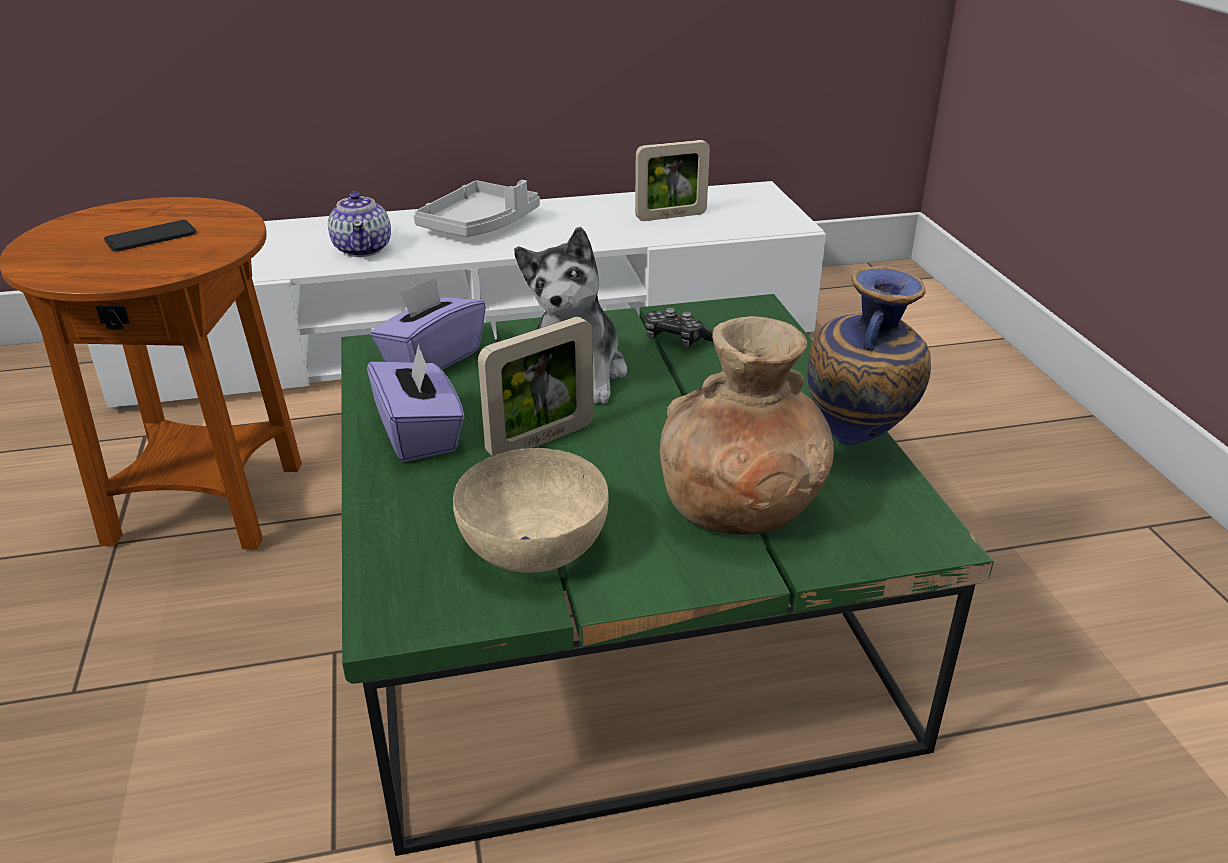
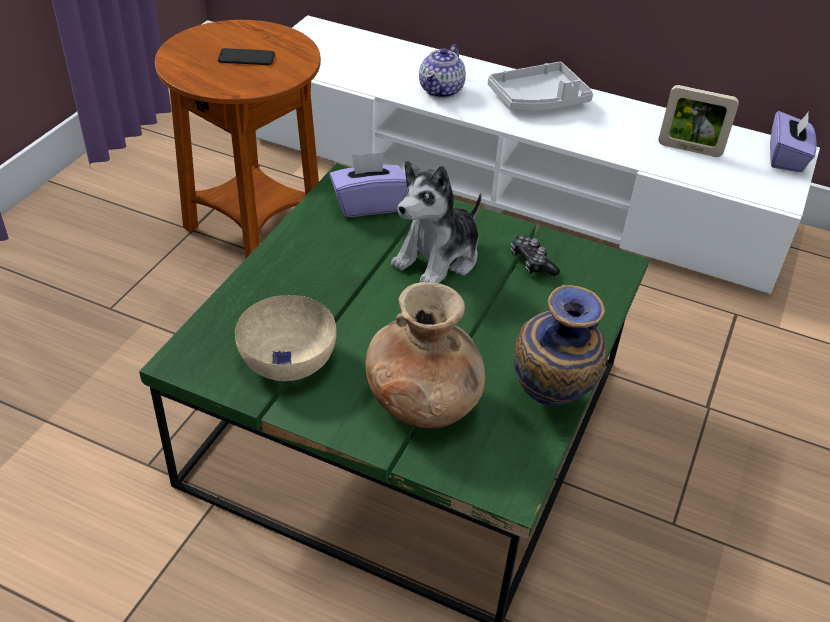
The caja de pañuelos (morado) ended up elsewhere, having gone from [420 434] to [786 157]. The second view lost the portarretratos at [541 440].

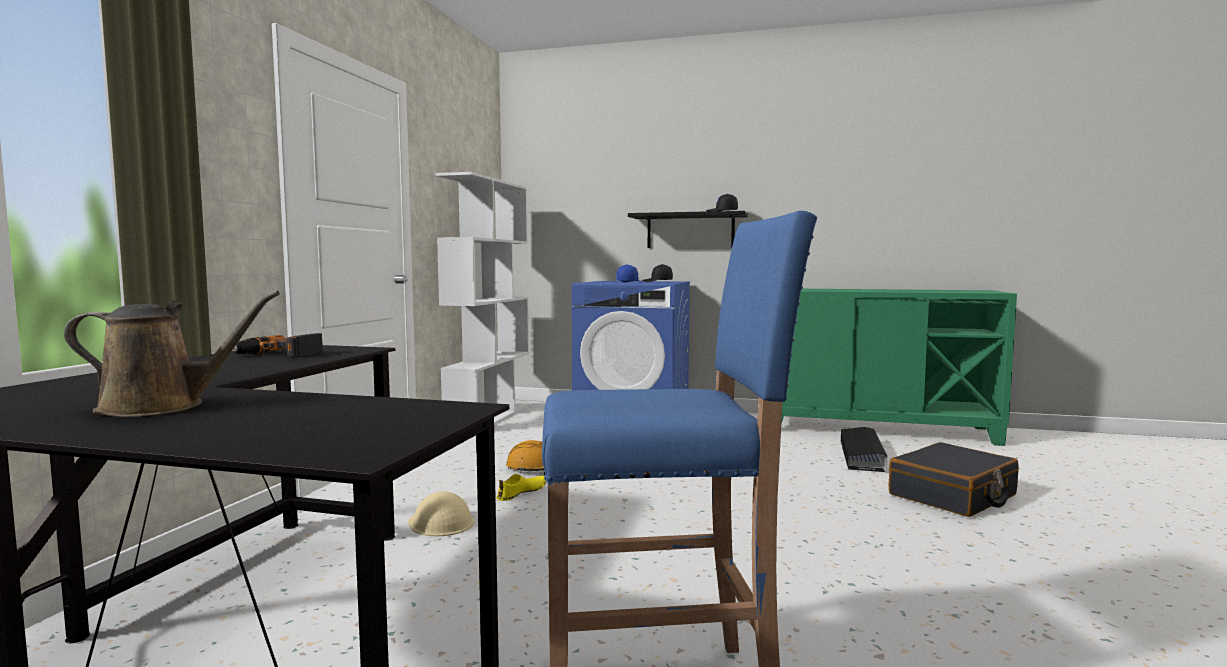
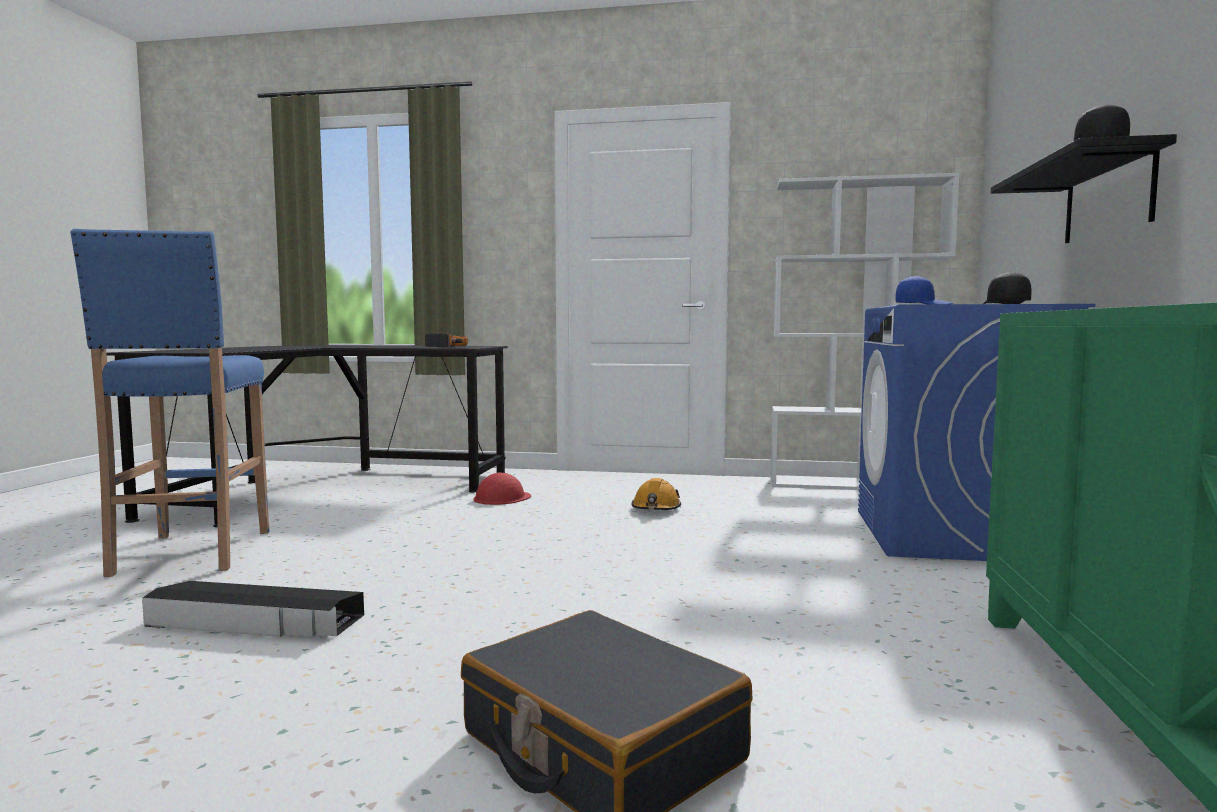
The caja de almacenaje (negro) ended up elsewhere, having gone from [862 455] to [256 622]. What was the casco (beis) at [441 522] turned into the casco (rojo) at [502 498]. The second view lost the regadera (marrón) at [161 407]. The second view lost the zapato (amarillo) at [522 492].

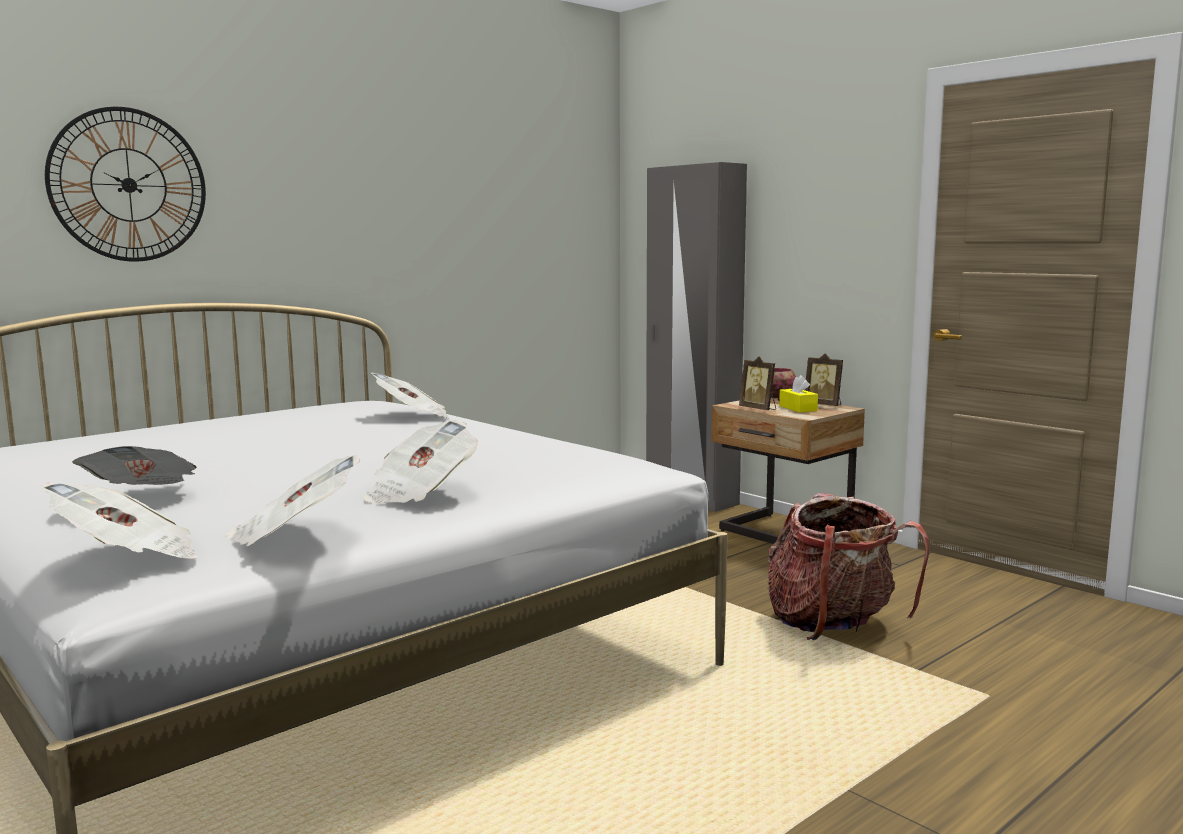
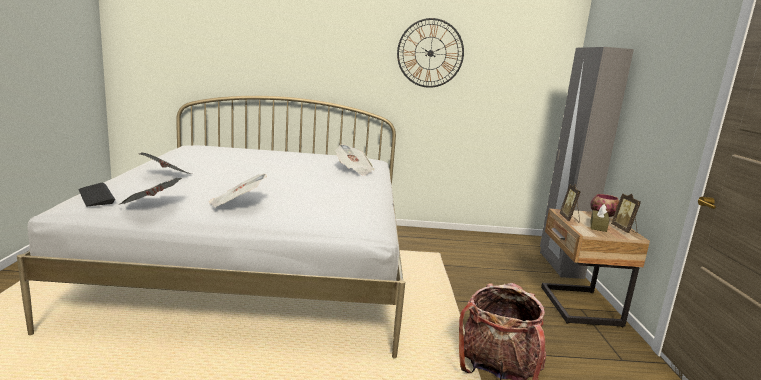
Where the periódico stood at [129 557], the teclado came to stand at [96 196]. The reloj de pared ended up elsewhere, having gone from [129 185] to [430 53]. What was the caja de pañuelos (amarillo) at [798 408] turned into the caja de pañuelos (marrón) at [598 226].

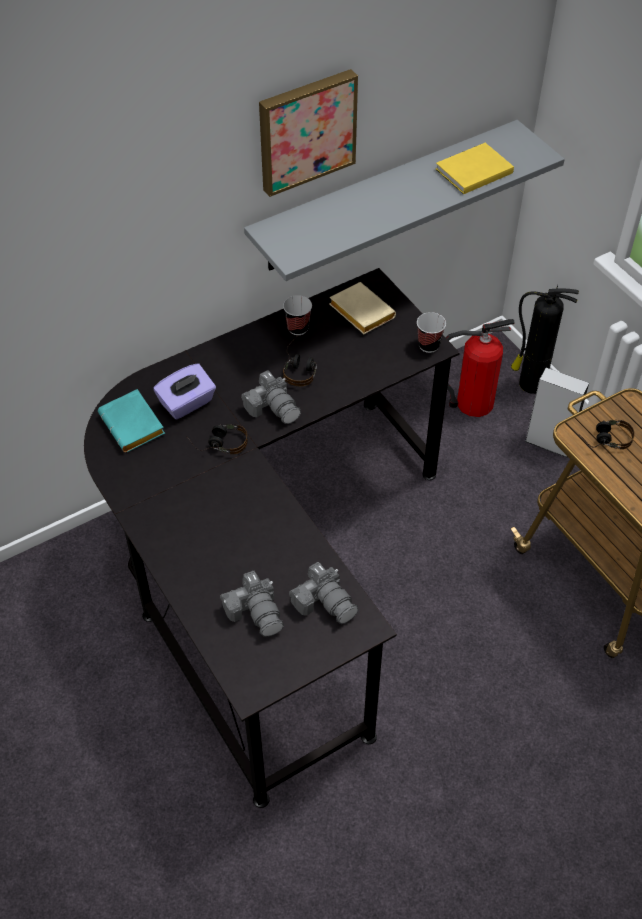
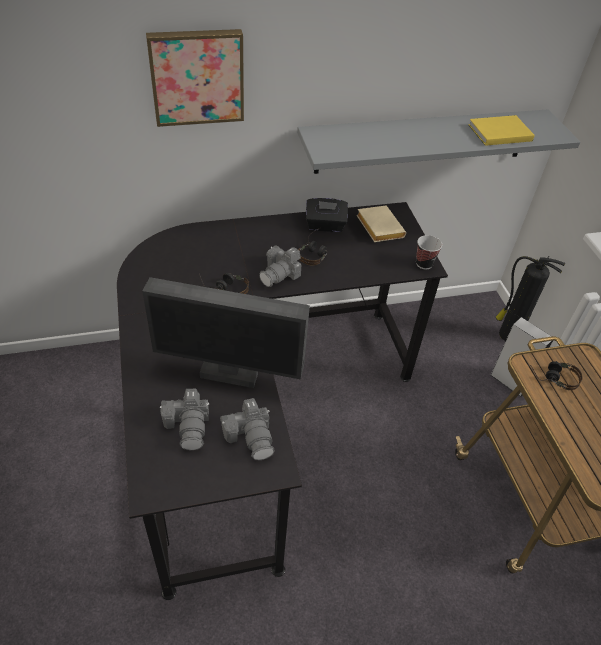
The second view gained the monitor at [229 374]. The cuadro ended up elsewhere, having gone from [306 130] to [197 76]. The cámara at [273 407] ended up facing another way, 60 degrees clockwise from before. Where the taza stood at [298 328], the caja de pañuelos (negro) came to stand at [325 225]. The second view lost the libro (turquesa) at [134 426]. The second view lost the caja de pañuelos (morado) at [187 403]. The second view lost the extintor at [471 403].

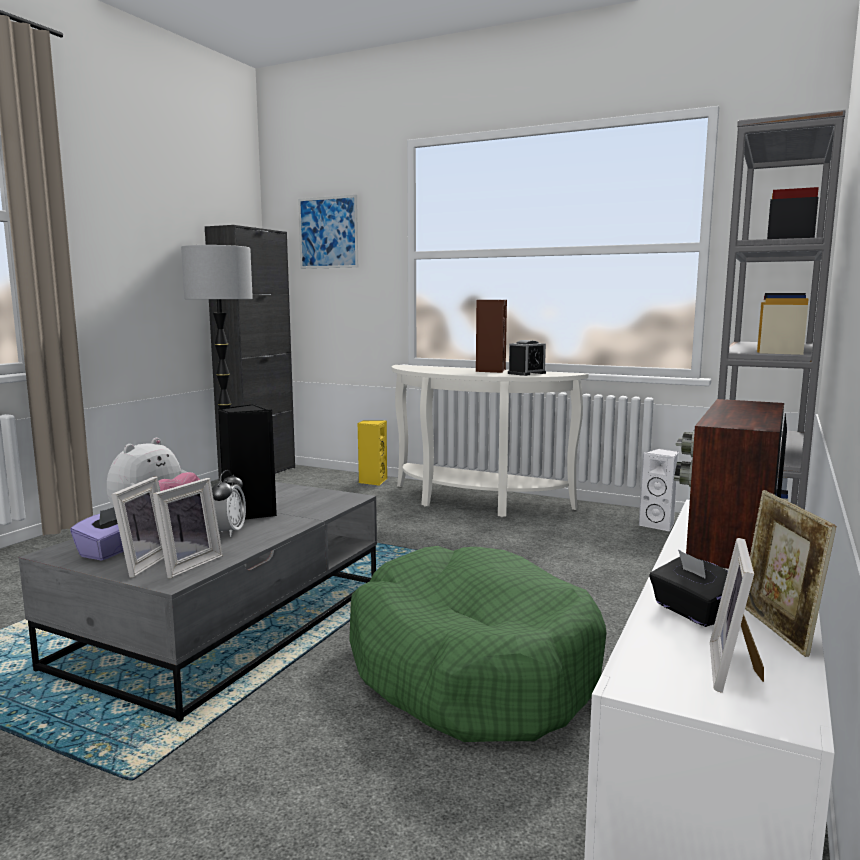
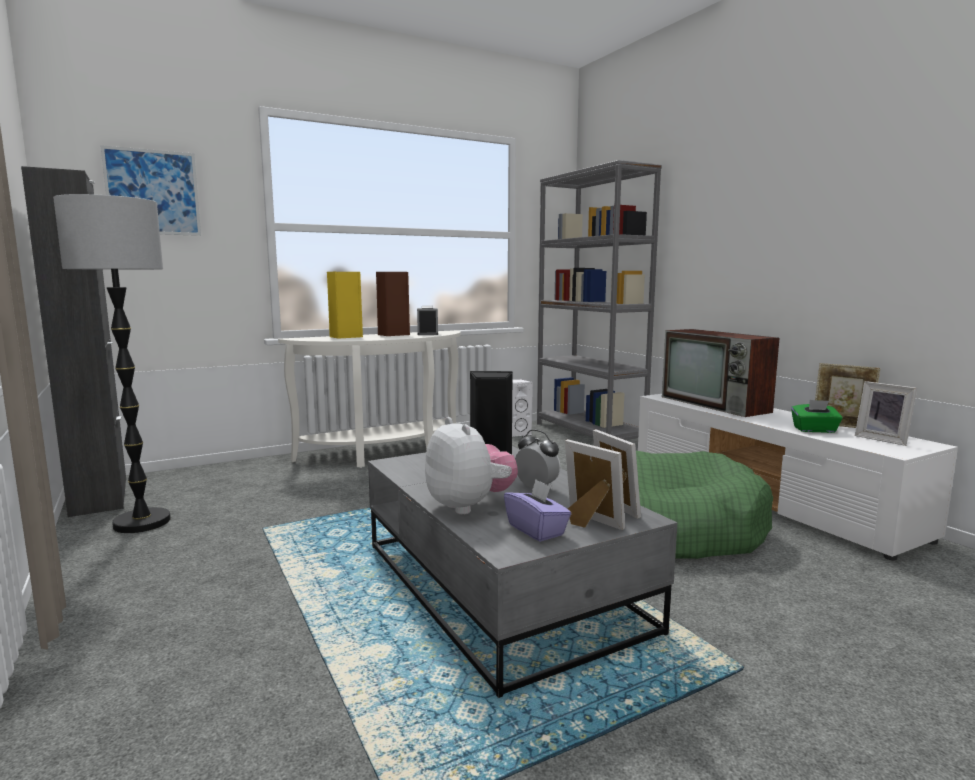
The altavoz (amarillo) ended up elsewhere, having gone from [372 481] to [345 337]. What was the caja de pañuelos (negro) at [692 612] turned into the caja de pañuelos (verde) at [814 430].

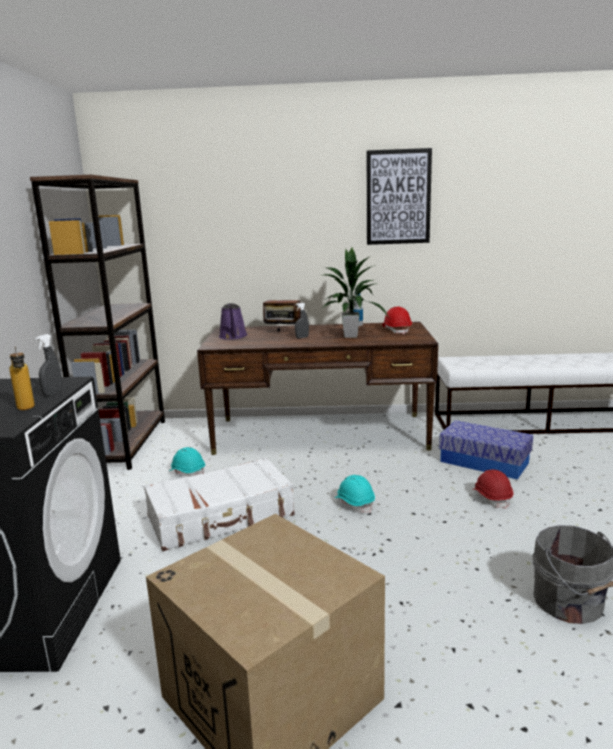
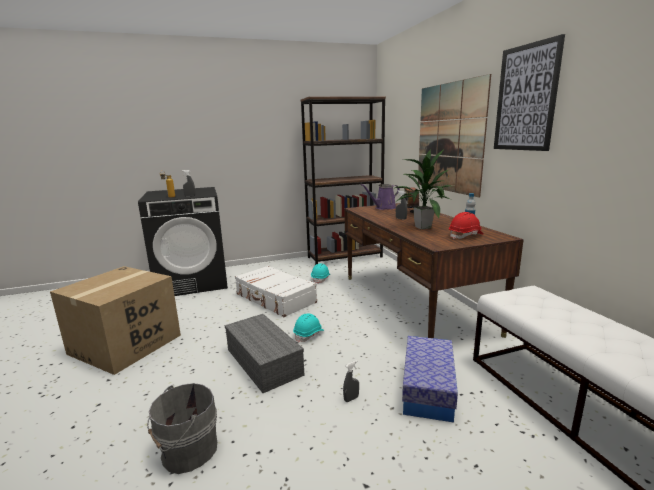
The second view gained the caja de almacenaje (gris) at [265 362]. Where the casco (rojo) stood at [492 498], the pulverizador (gris) came to stand at [351 399]. The second view gained the cuadro at [449 138].

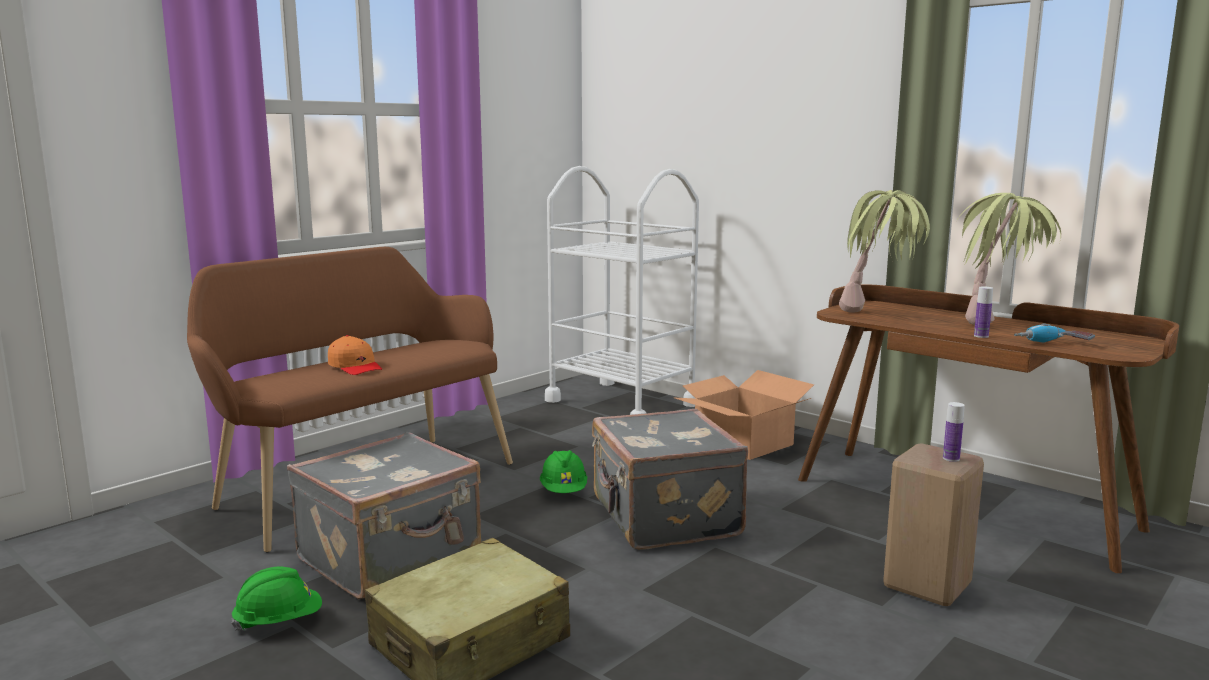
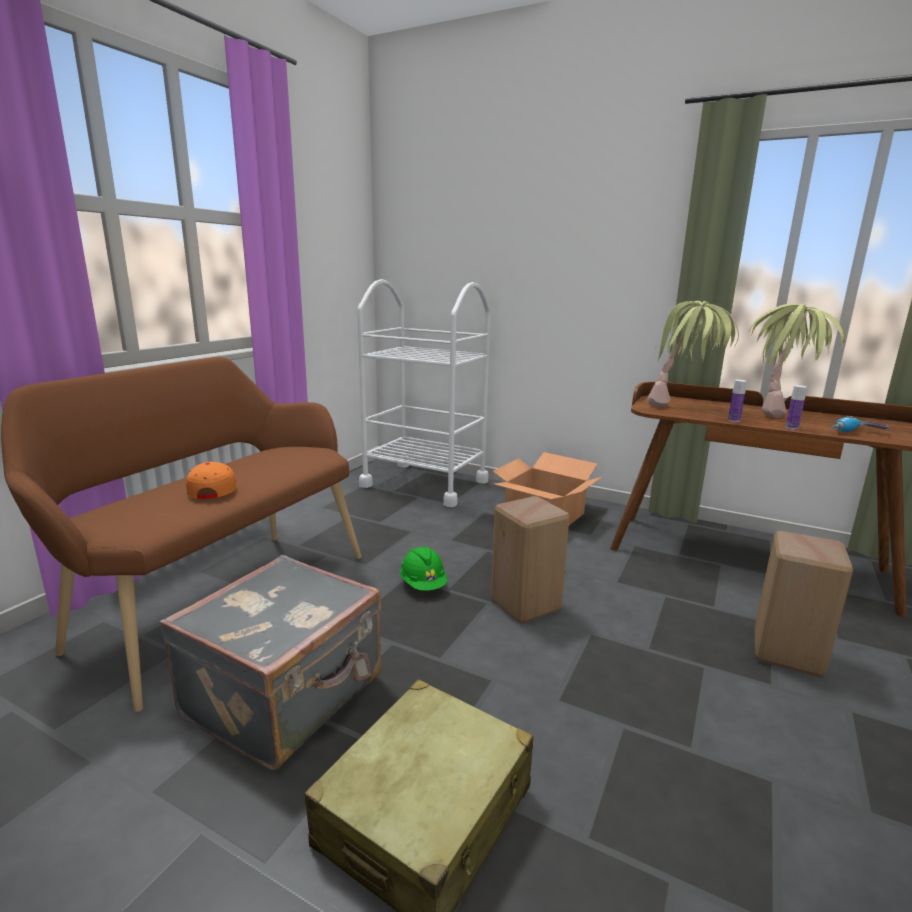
The gorra (naranja) at [355 367] ended up facing another way, 135 degrees counterclockwise from before. Where the maleta (gris) stood at [663 518], the taburete (beis) came to stand at [527 605]. The botella ended up elsewhere, having gone from [951 458] to [733 420]. The second view lost the casco (verde) at [279 622].

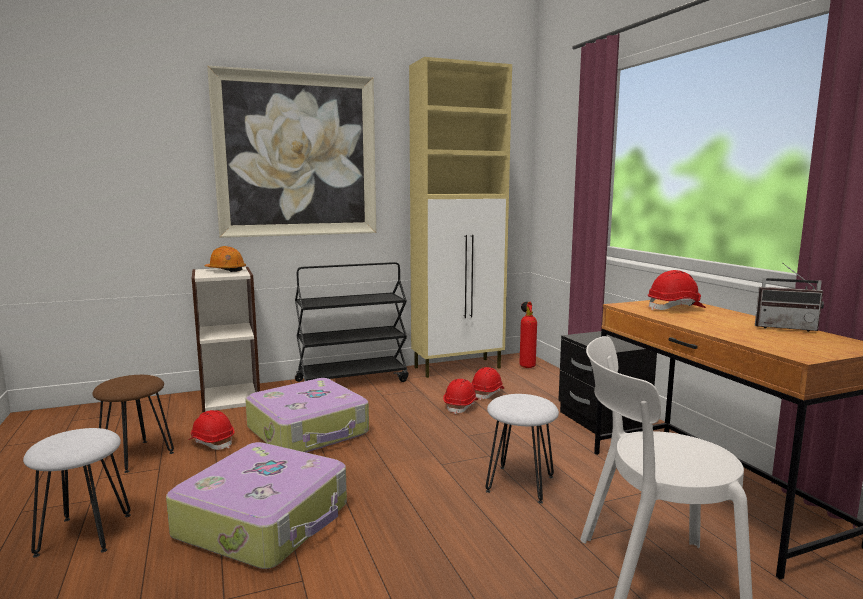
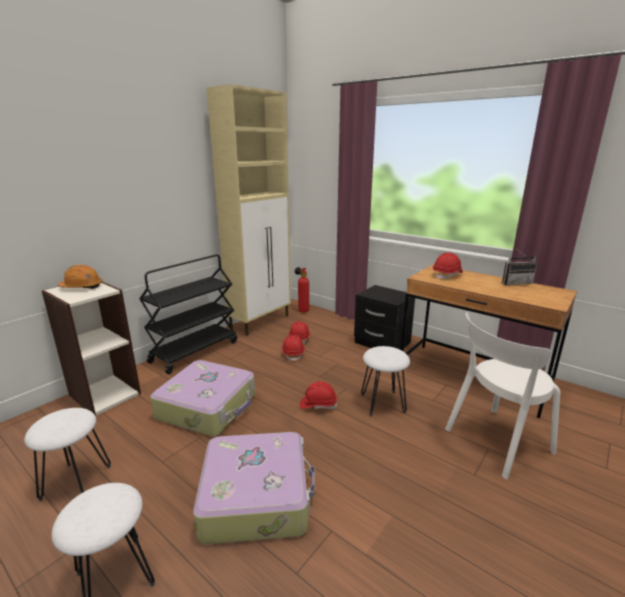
What was the taburete (marrón) at [135 456] turned into the taburete (blanco) at [76 482]. The casco (rojo) ended up elsewhere, having gone from [212 442] to [318 405]. The second view lost the cuadro at [297 155].

